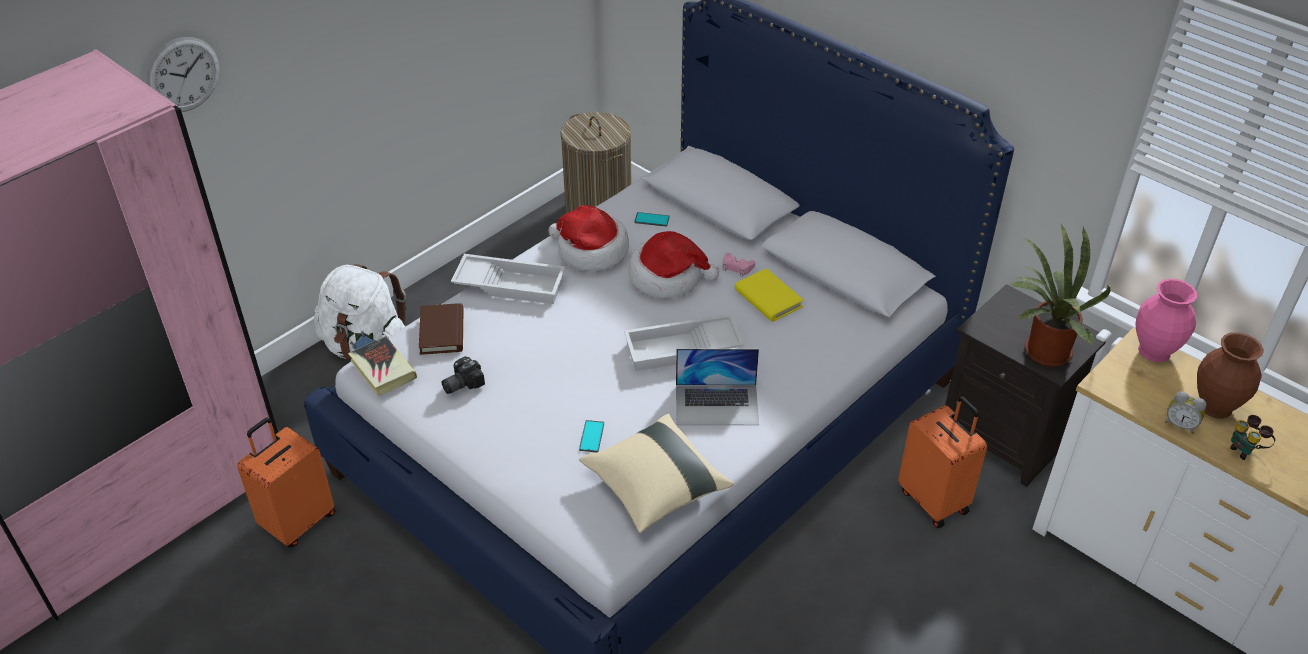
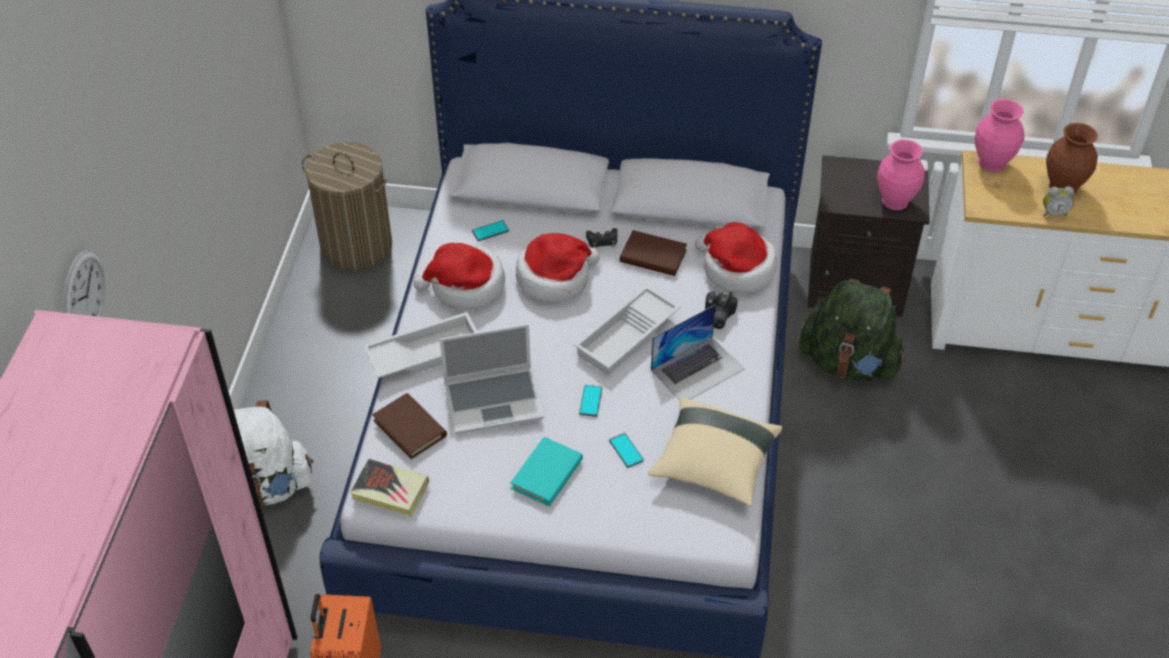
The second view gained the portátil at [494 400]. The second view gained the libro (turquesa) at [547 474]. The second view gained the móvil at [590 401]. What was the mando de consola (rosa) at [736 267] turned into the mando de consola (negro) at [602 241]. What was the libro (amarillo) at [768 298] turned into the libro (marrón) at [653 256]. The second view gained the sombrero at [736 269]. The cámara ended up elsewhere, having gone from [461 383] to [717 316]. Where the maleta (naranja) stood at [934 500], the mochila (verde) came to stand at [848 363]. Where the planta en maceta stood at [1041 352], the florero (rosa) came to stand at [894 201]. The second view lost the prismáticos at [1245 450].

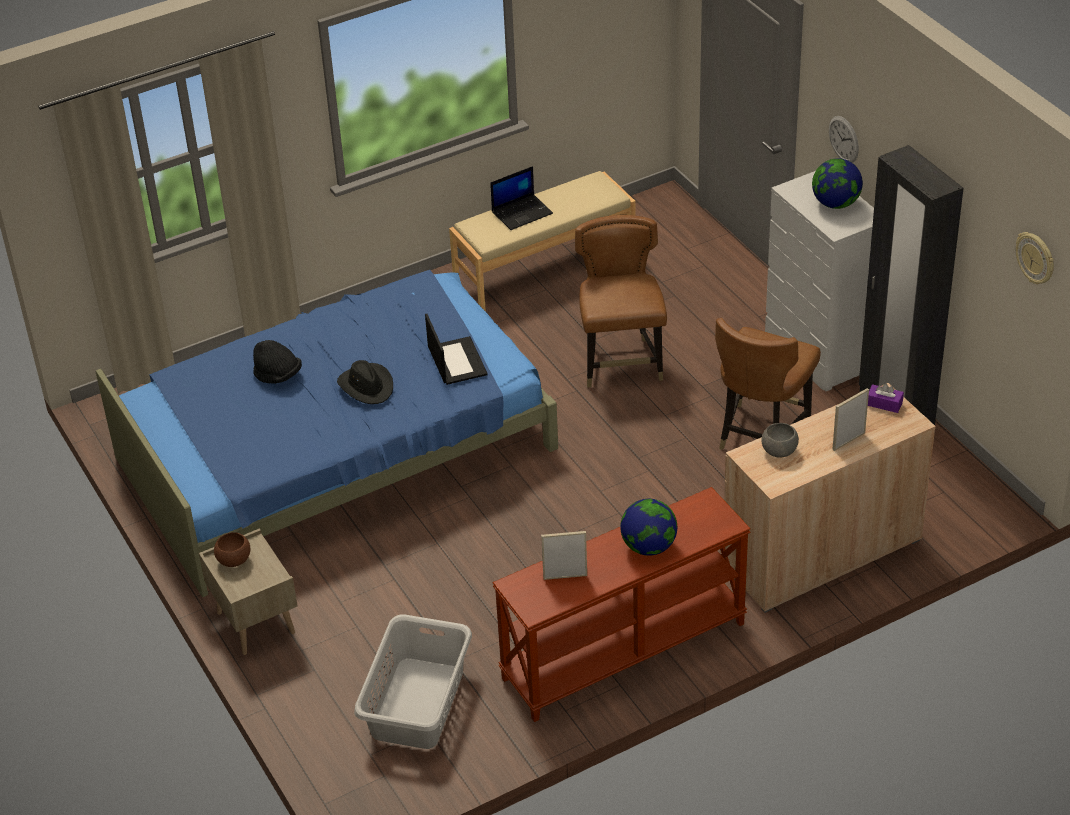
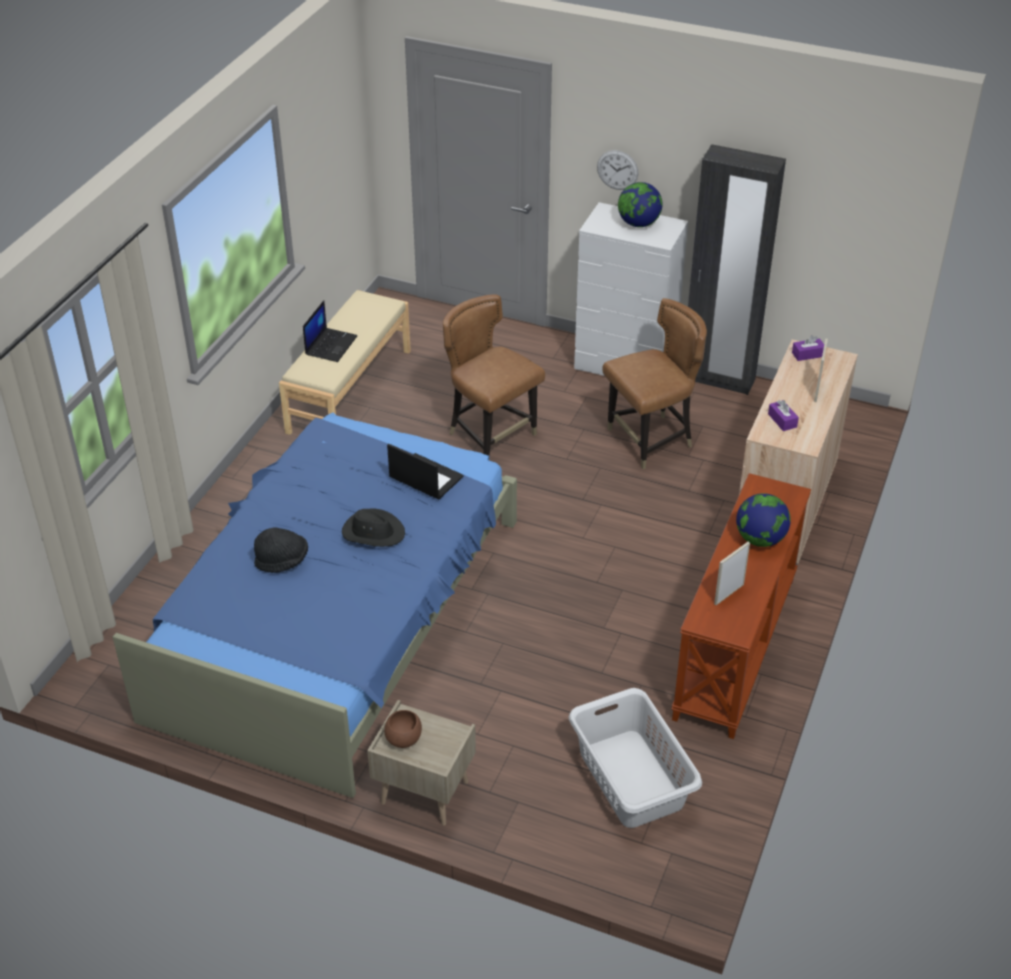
The silla (marrón) at [761 435] ended up facing another way, 105 degrees counterclockwise from before. Where the cuenco (gris) stood at [779 452], the caja de pañuelos (morado) came to stand at [782 420]. The second view lost the reloj de pared at [1035 258].

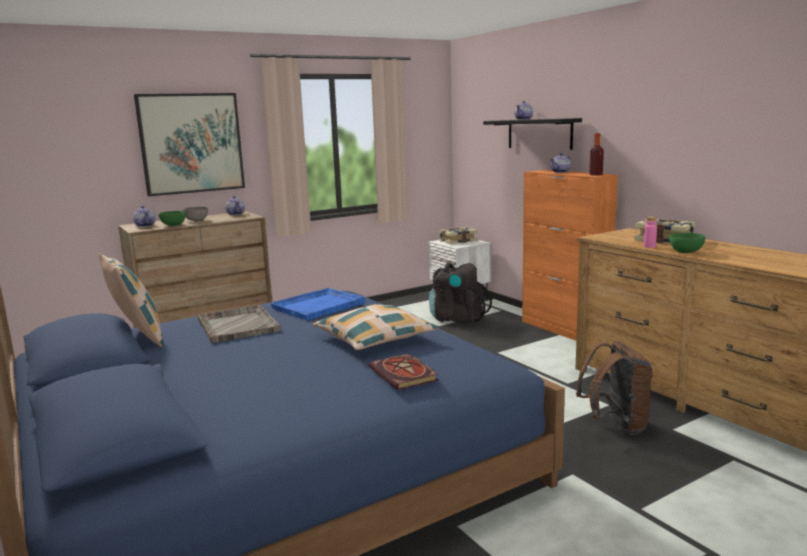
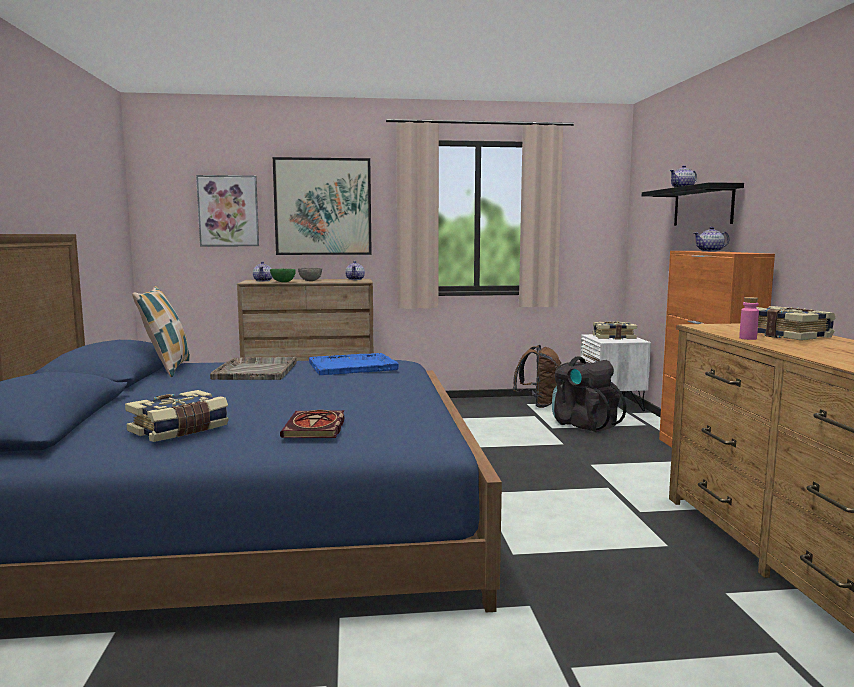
The second view gained the libro at [180 430]. The second view gained the cuadro at [228 211]. The mochila (marrón) ended up elsewhere, having gone from [615 426] to [538 404]. The second view lost the cojín at [375 338]. The second view lost the botella at [596 175]. The second view lost the cuenco (verde) at [685 252].

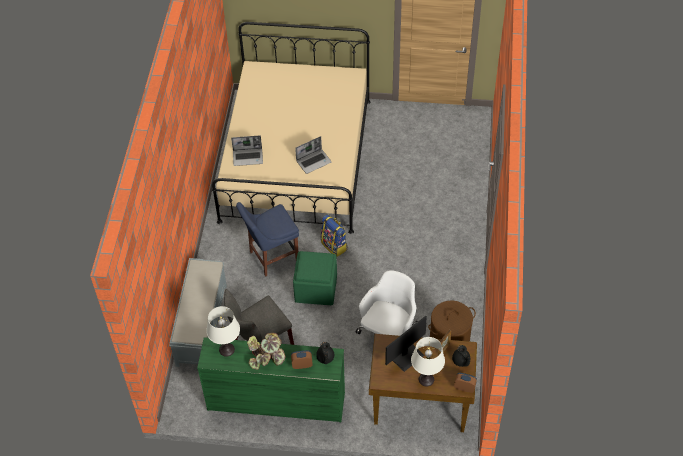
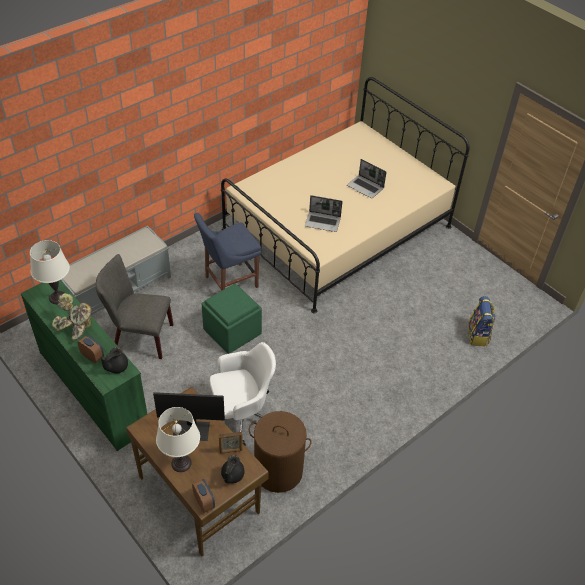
The silla (azul) at [271 257] ended up facing another way, 45 degrees counterclockwise from before. The portátil ended up elsewhere, having gone from [248 157] to [365 187]. The mochila ended up elsewhere, having gone from [334 246] to [478 335].

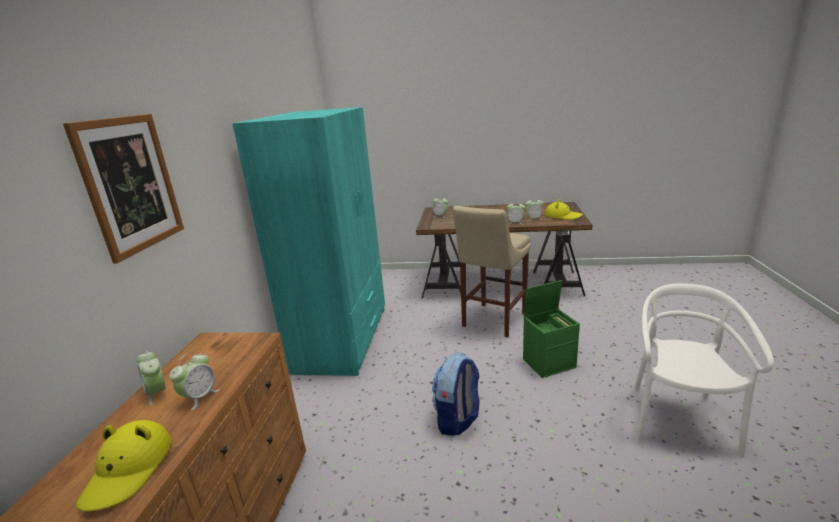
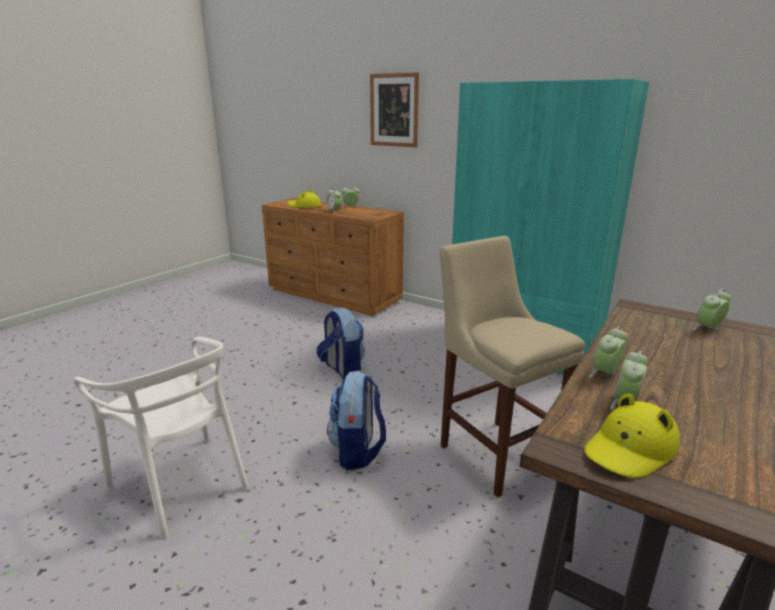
Where the caja de almacenaje (verde) stood at [549 362], the mochila came to stand at [358 451].

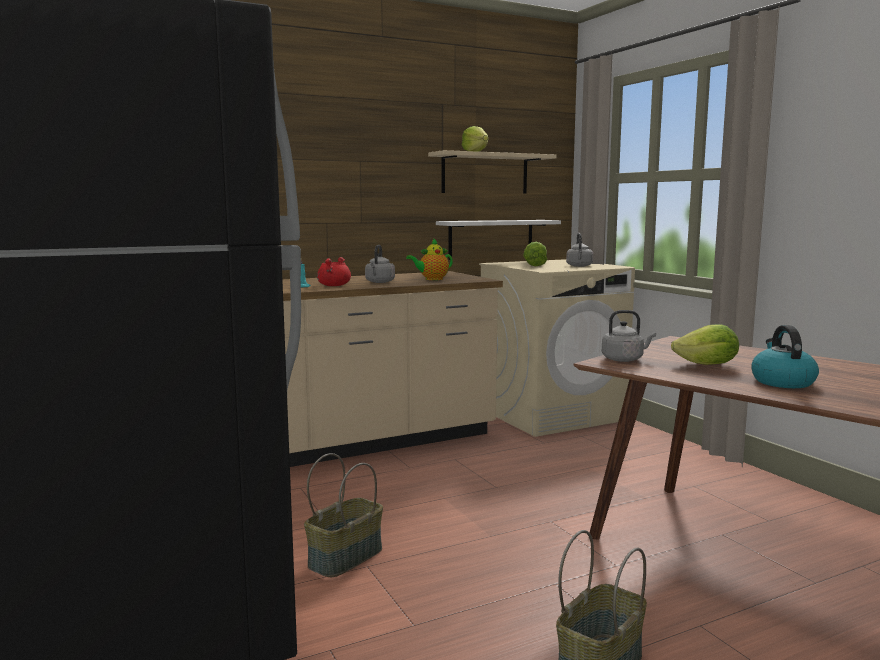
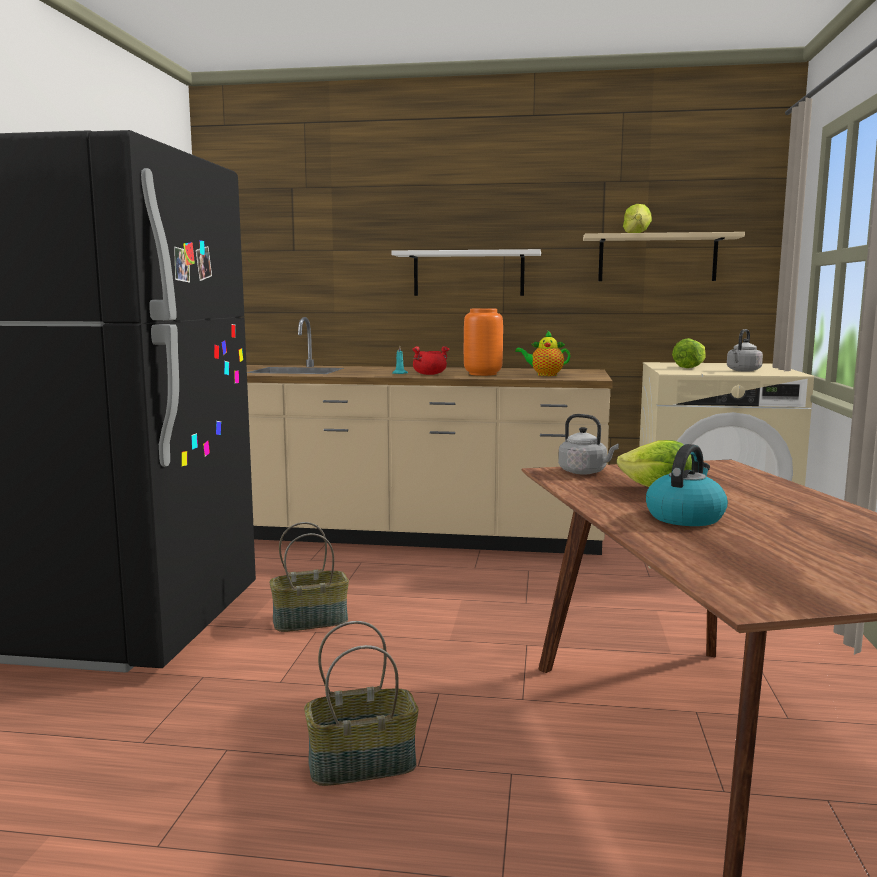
The estante (blanco) ended up elsewhere, having gone from [491 239] to [468 273]. Where the hervidor (gris) stood at [379 282], the florero (naranja) came to stand at [483 374].

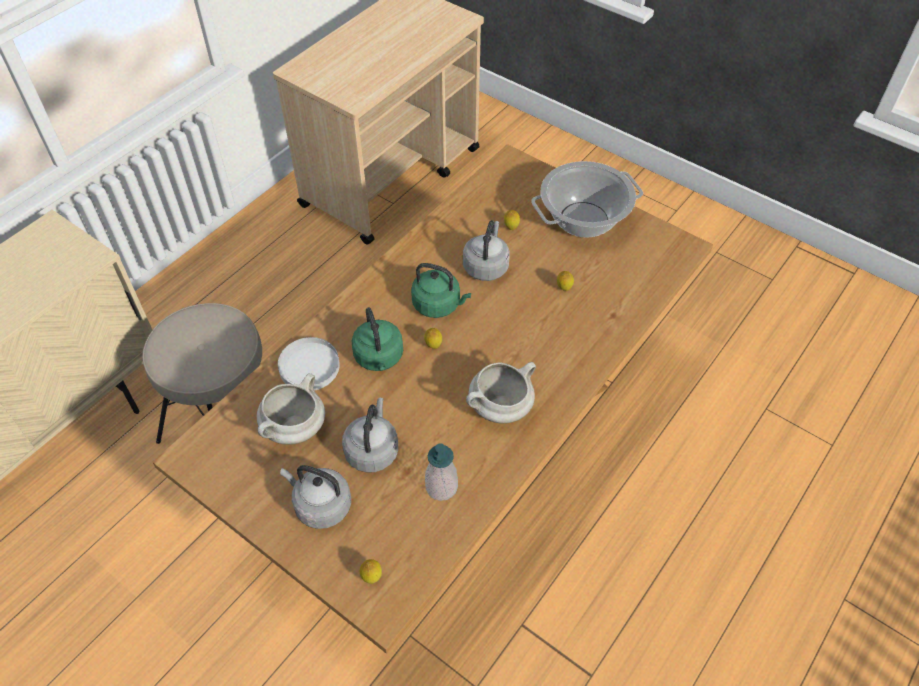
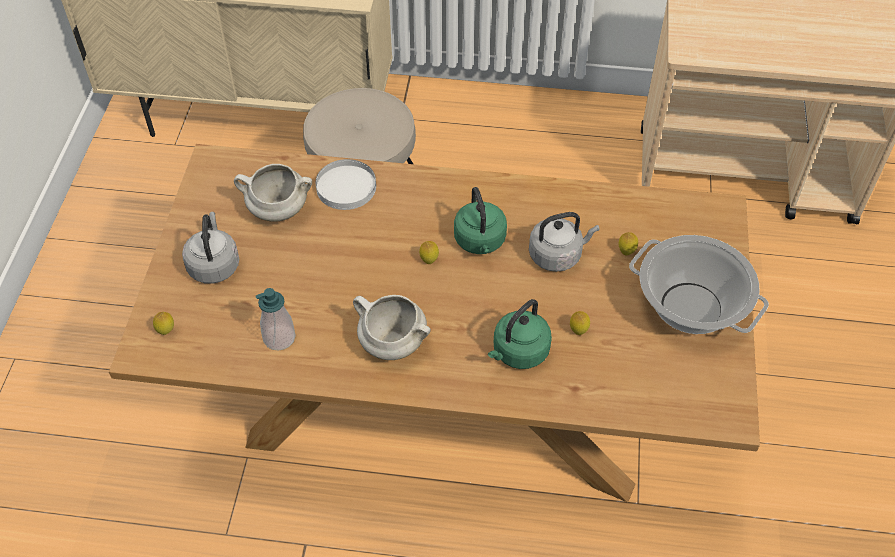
The hervidor (verde) ended up elsewhere, having gone from [379 358] to [518 352]. The second view lost the hervidor (gris) at [372 450].

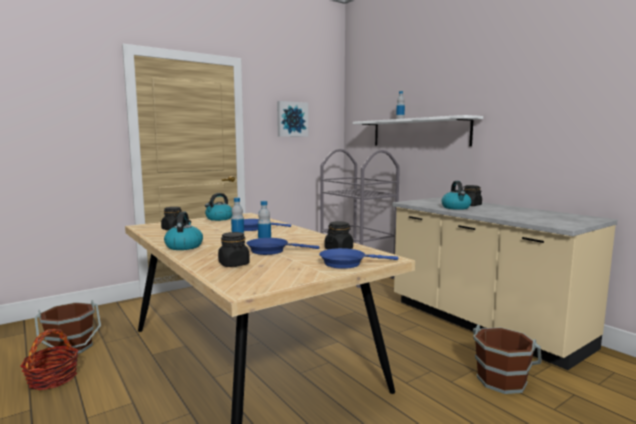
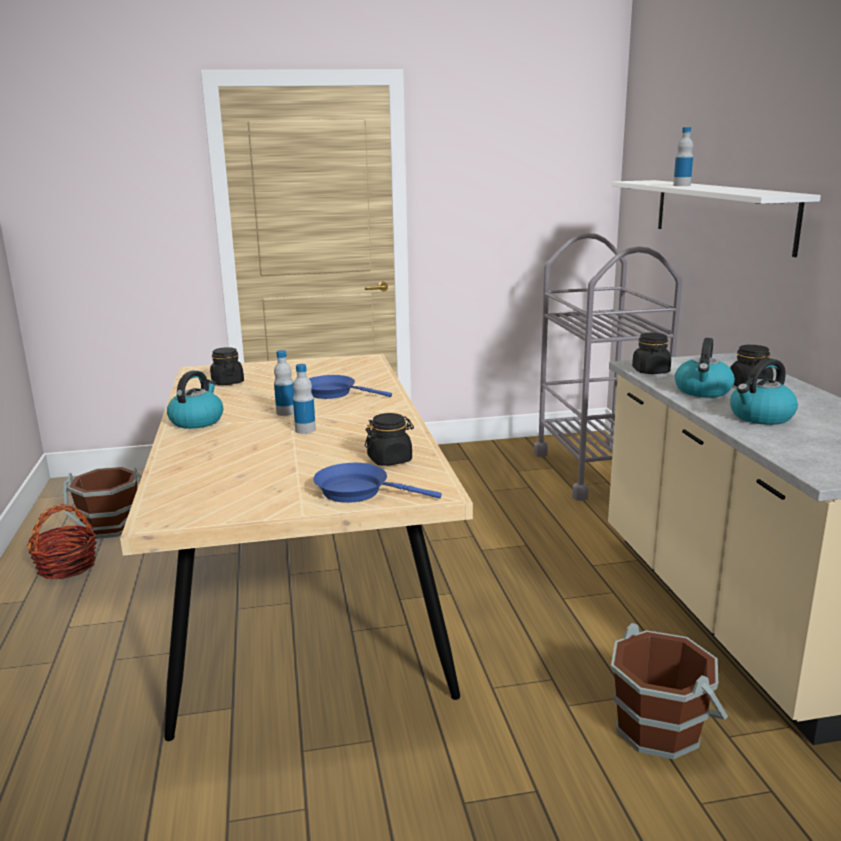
The tarro (negro) ended up elsewhere, having gone from [234 264] to [651 371]. The hervidor ended up elsewhere, having gone from [219 218] to [760 417]. The second view lost the sartén (azul) at [271 250]. The second view lost the cuadro at [292 119].

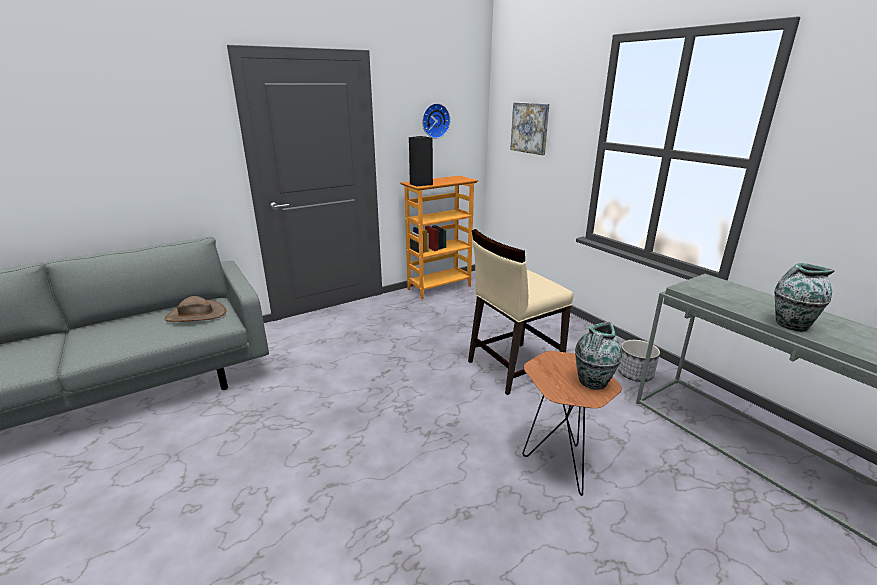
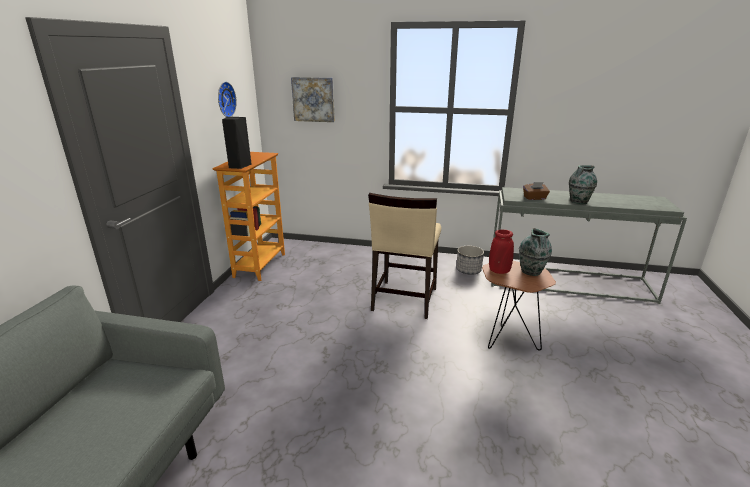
The second view gained the florero (rojo) at [499 271]. The second view gained the caja de pañuelos (marrón) at [535 198]. The second view lost the sombrero (marrón) at [196 315].

